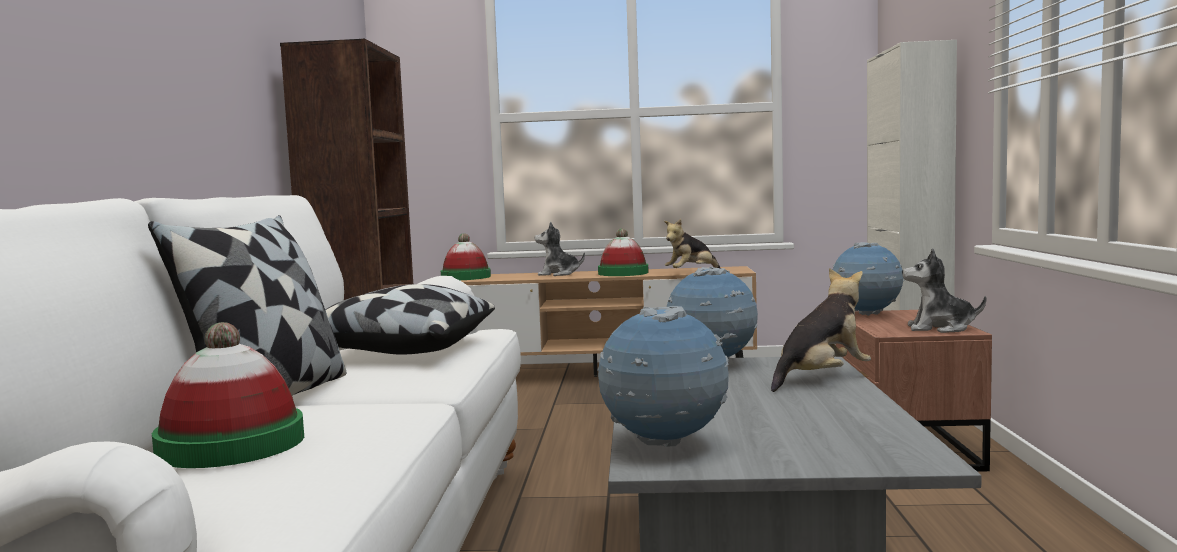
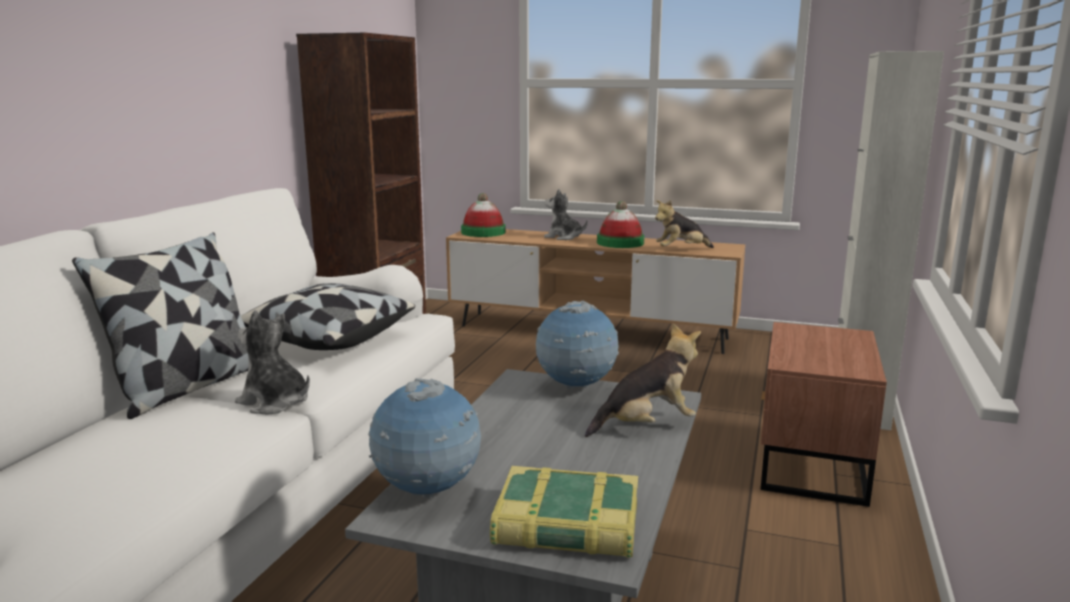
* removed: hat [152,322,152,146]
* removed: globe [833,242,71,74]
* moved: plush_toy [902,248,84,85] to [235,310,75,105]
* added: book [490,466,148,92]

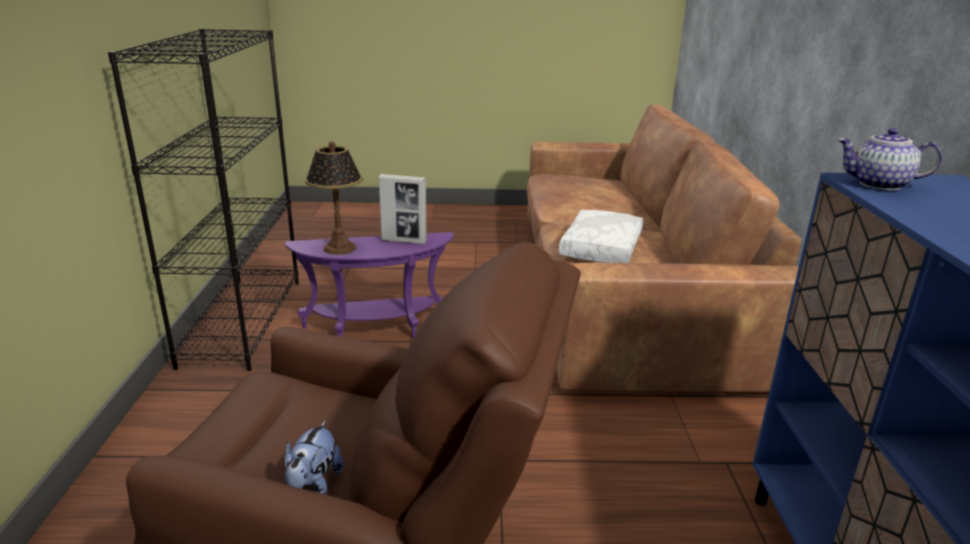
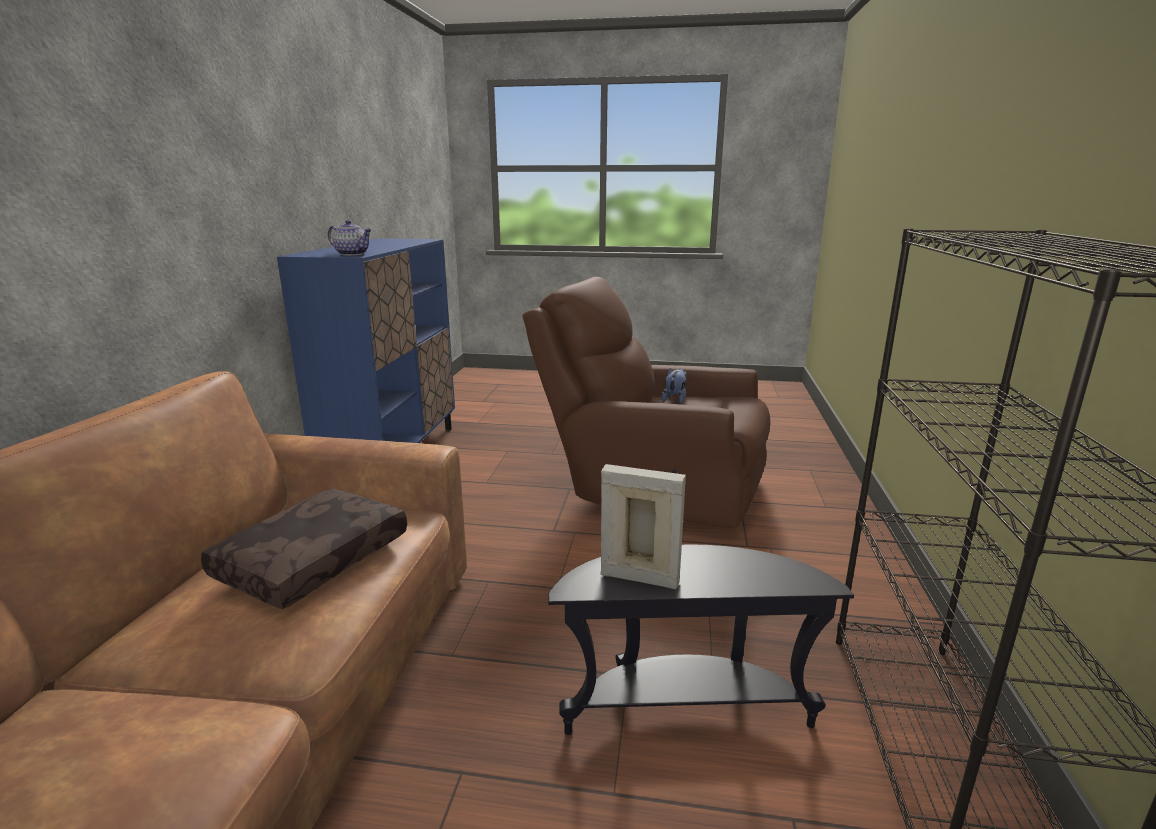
* recoloured: purple_side_table [285,232,169,106] to black_side_table [548,544,306,191]
* removed: table_lamp [305,141,58,114]
* recoloured: white_pillow [559,210,84,53] to brown_pillow [201,488,206,121]

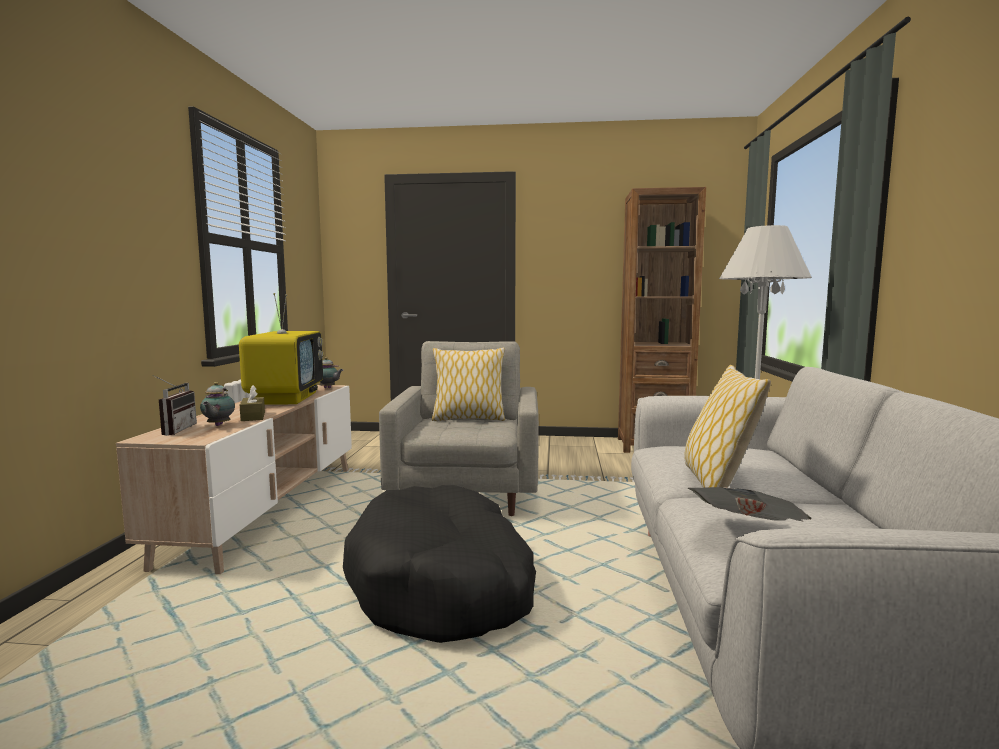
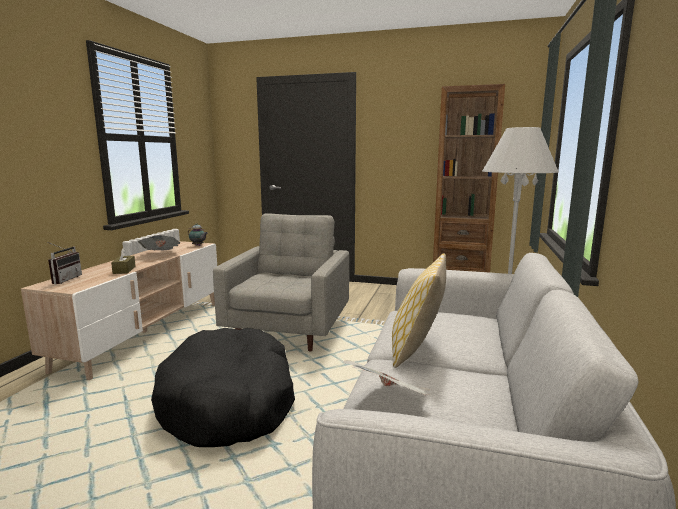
* removed: teapot [200,382,35,44]
* replaced: television [239,293,85,112] to newspaper [138,235,42,15]
* removed: pillow [432,348,73,73]

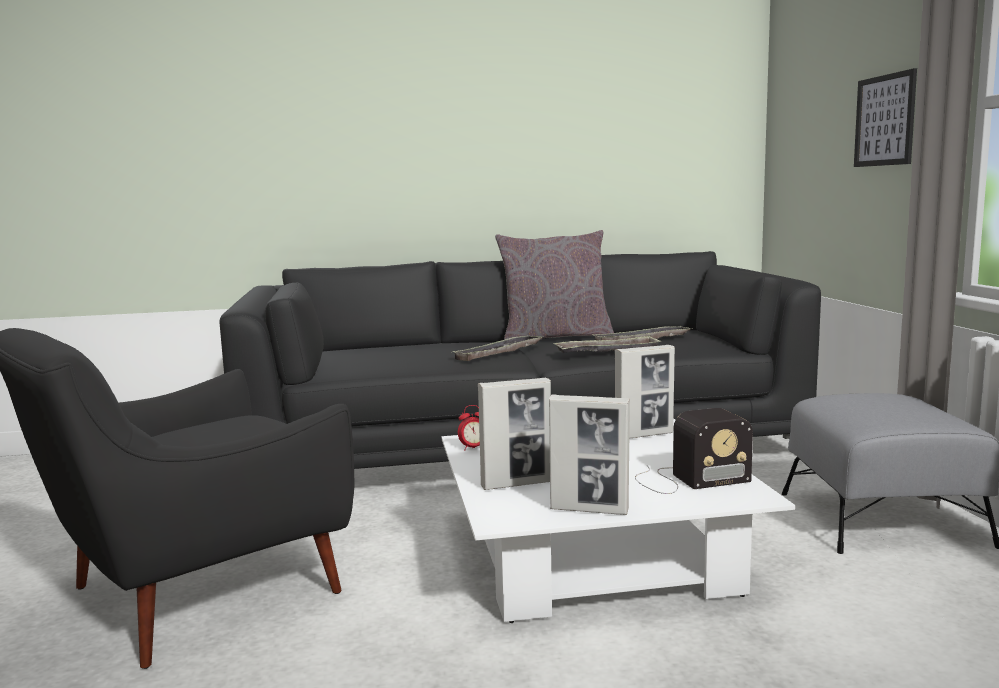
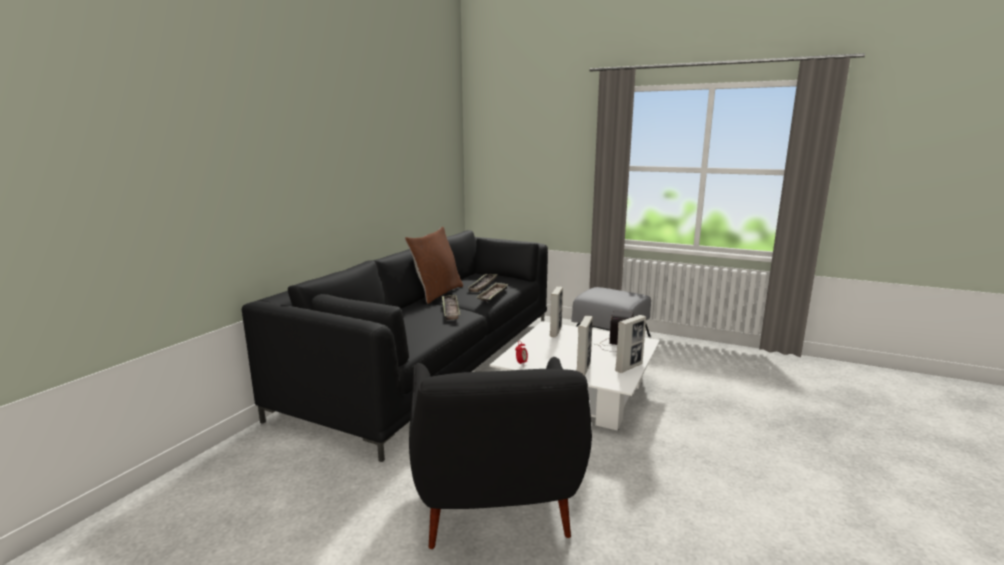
* recoloured: grey_pillow [495,230,119,110] to brown_pillow [405,227,58,77]
* removed: picture [854,68,63,99]

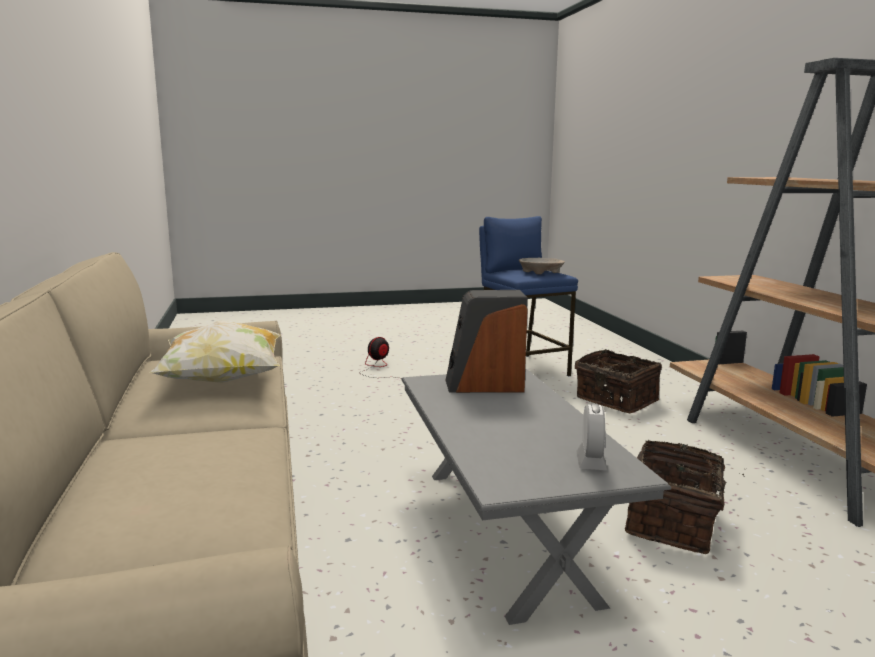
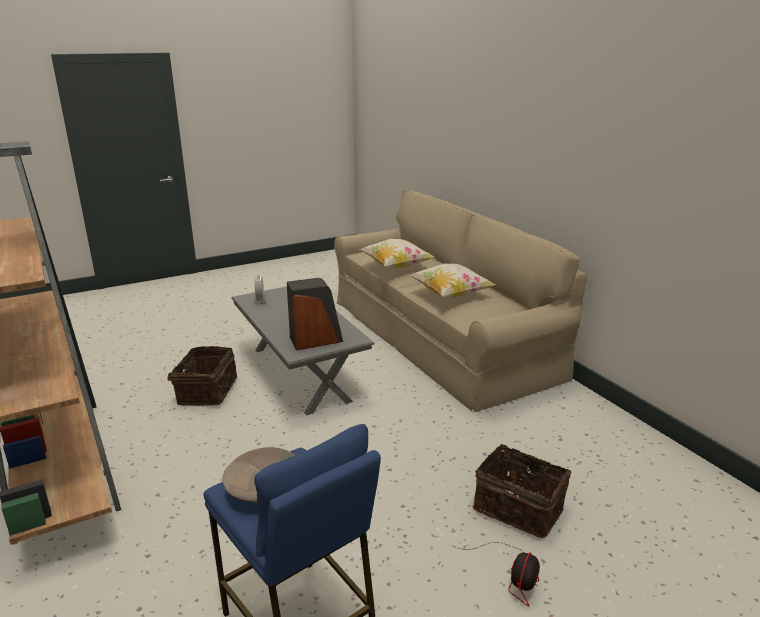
* moved: basket [575,349,87,64] to [473,441,98,97]
* added: pillow [360,239,74,29]

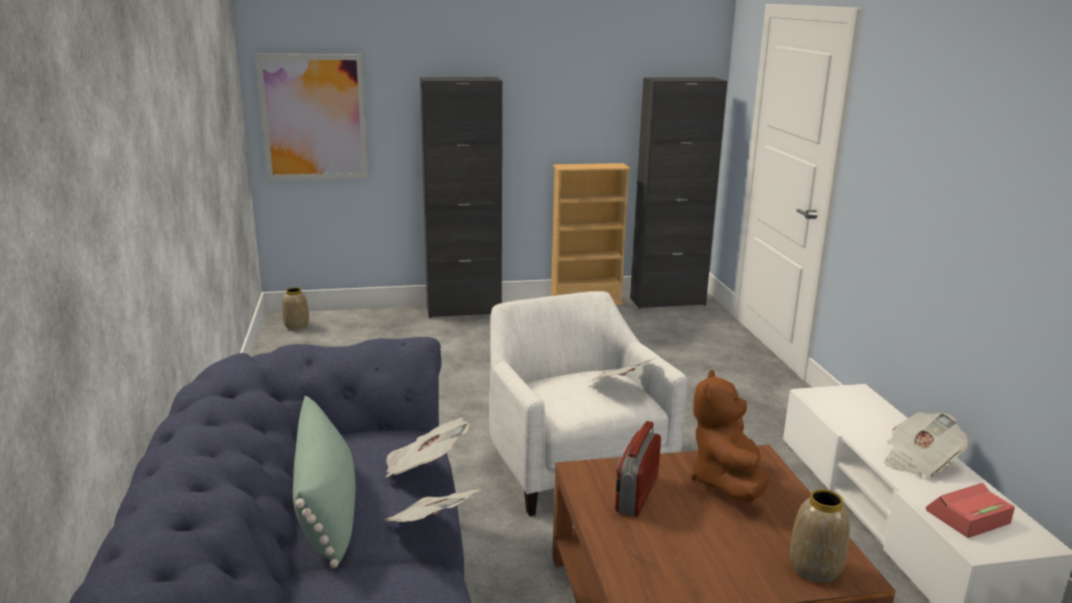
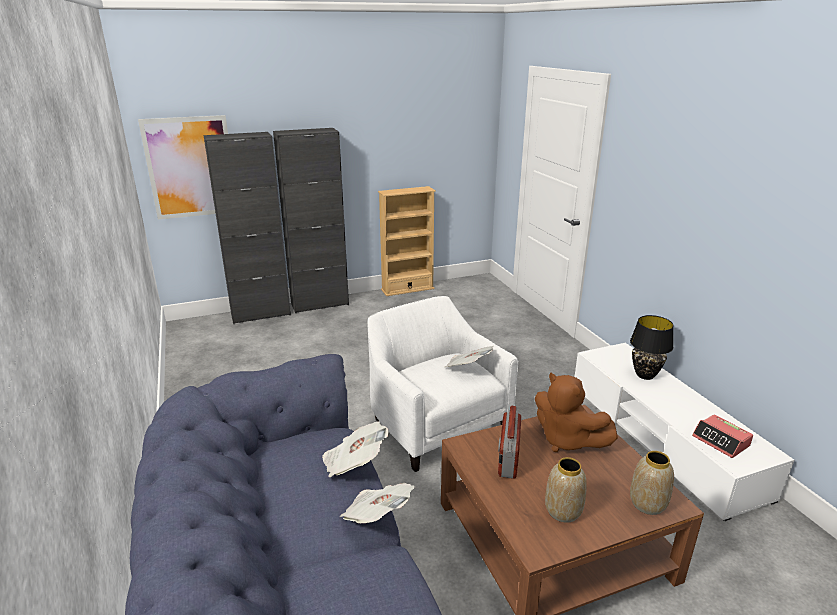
* moved: vase [282,288,27,42] to [545,457,42,66]
* removed: green_pillow [293,395,62,173]
* moved: black_cabinet [630,77,97,232] to [203,132,88,192]
* turned: brown_plush_toy [691,370,78,133] = [535,373,83,79] 45 degrees counterclockwise
* removed: newspaper [884,412,84,65]
* turned: alarm_clock [926,483,89,55] = [692,414,61,44] 90 degrees counterclockwise
* added: black_table_lamp [630,315,44,65]

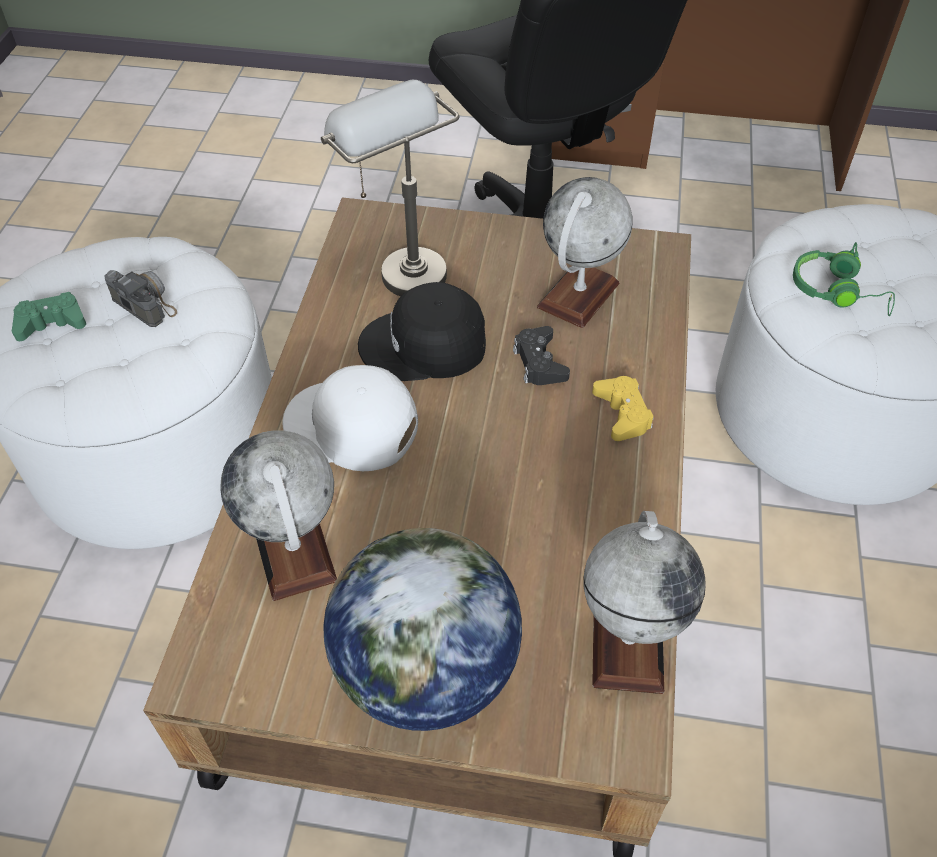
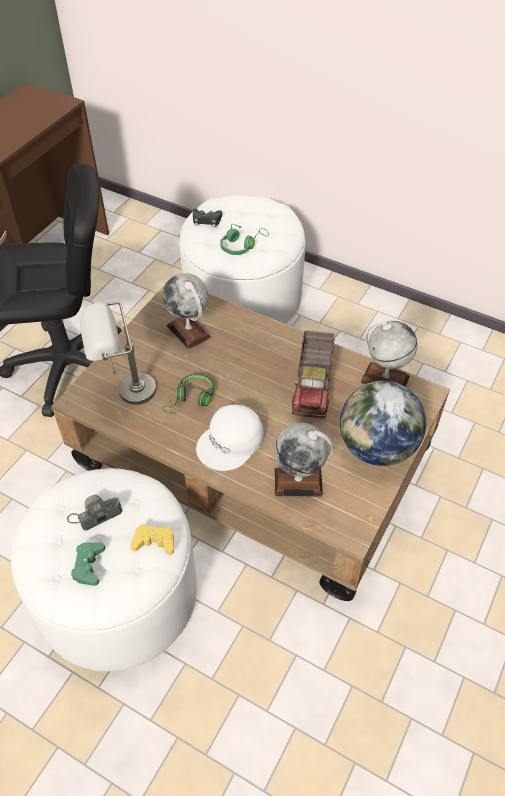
* replaced: black_cap [358,282,128,99] to green_headphones [162,374,52,40]
* moved: black_game_controller [513,326,57,59] to [193,209,29,18]
* moved: yellow_game_controller [592,376,62,65] to [130,524,44,31]
* added: toy_truck [292,330,43,88]

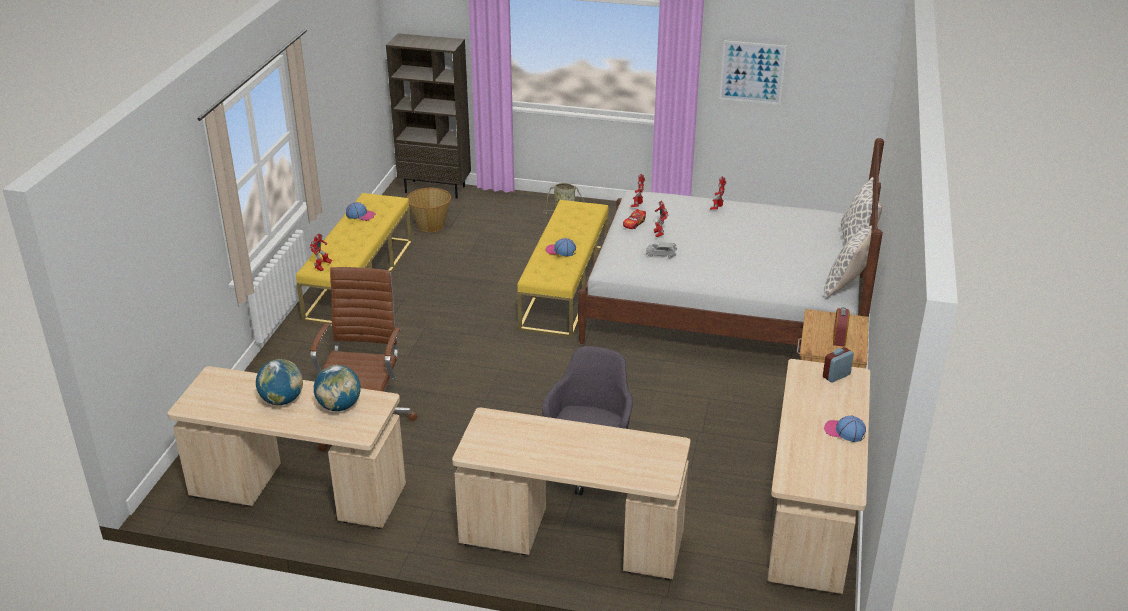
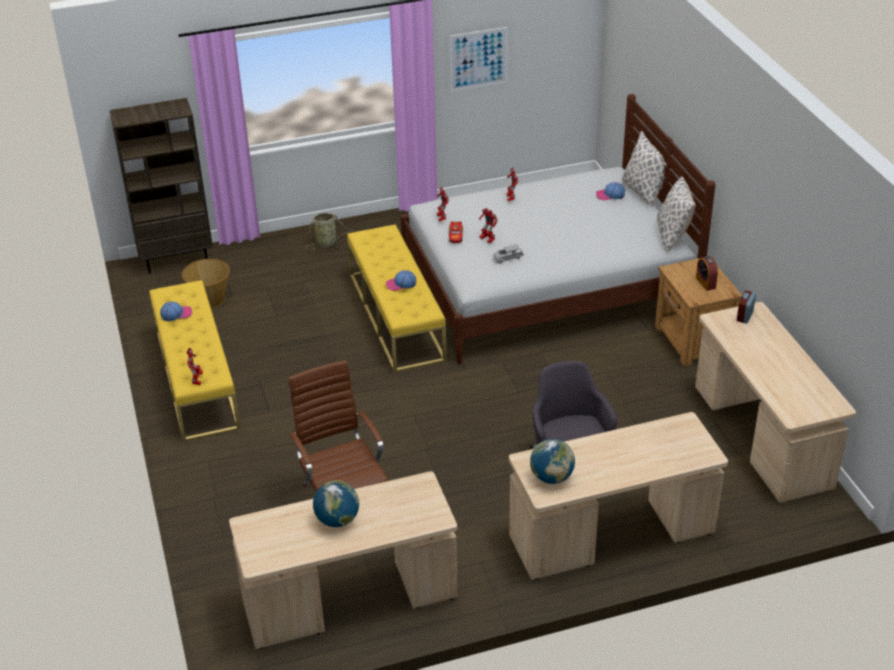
* moved: globe [314,365,47,46] to [530,439,45,45]
* moved: cap [824,416,42,26] to [596,182,29,18]

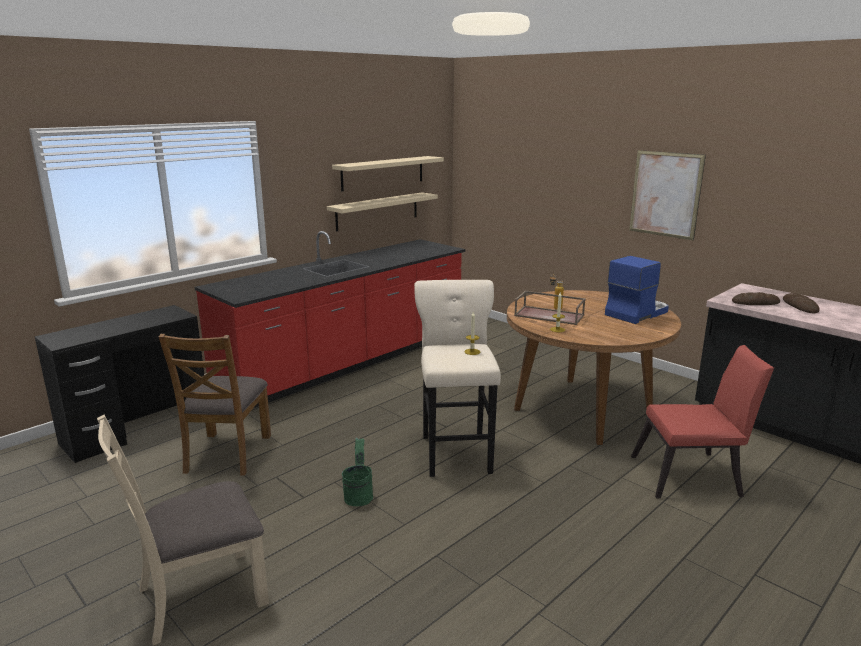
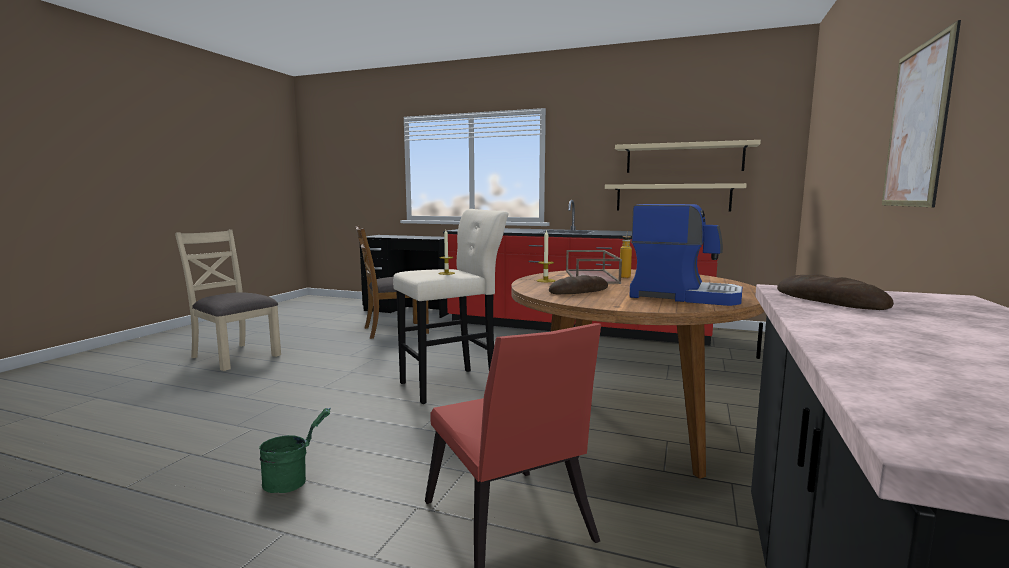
* moved: green_bucket [342,438,31,68] to [259,408,72,85]
* moved: bread [783,293,37,20] to [549,275,59,19]

